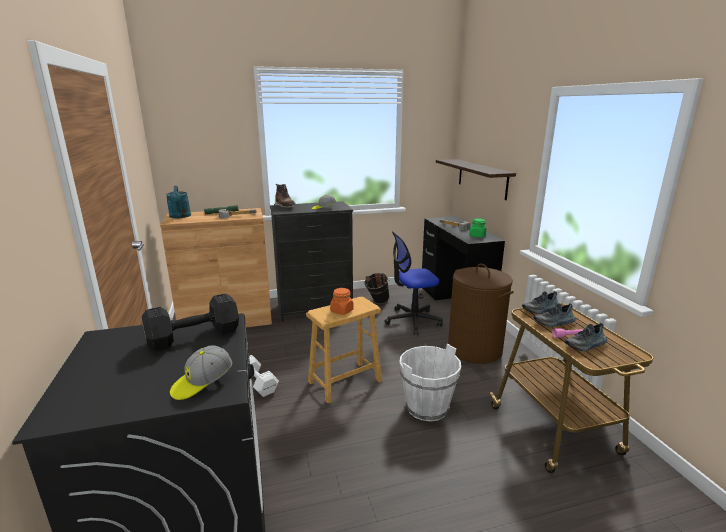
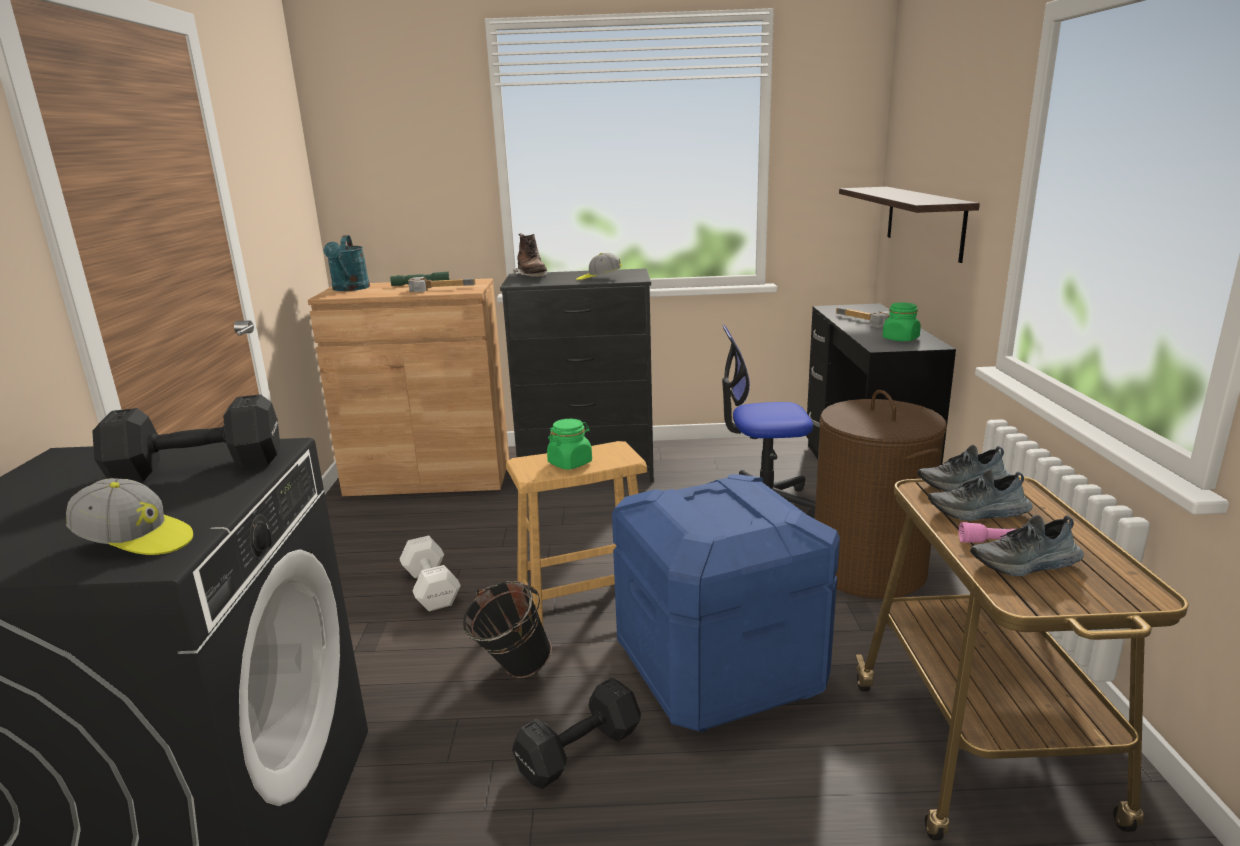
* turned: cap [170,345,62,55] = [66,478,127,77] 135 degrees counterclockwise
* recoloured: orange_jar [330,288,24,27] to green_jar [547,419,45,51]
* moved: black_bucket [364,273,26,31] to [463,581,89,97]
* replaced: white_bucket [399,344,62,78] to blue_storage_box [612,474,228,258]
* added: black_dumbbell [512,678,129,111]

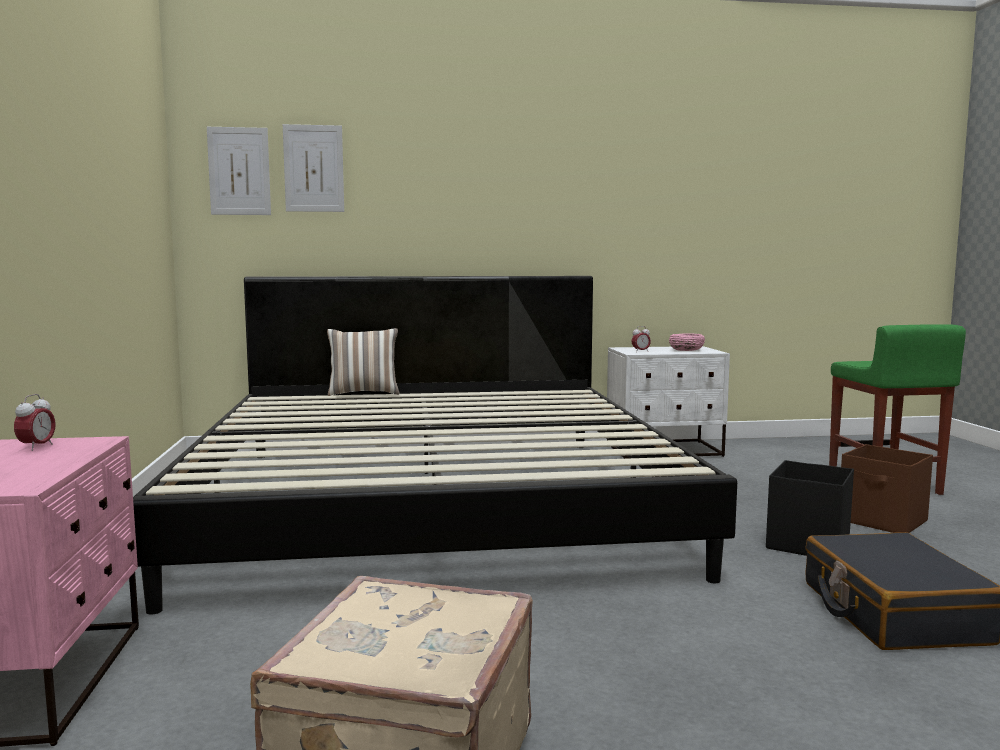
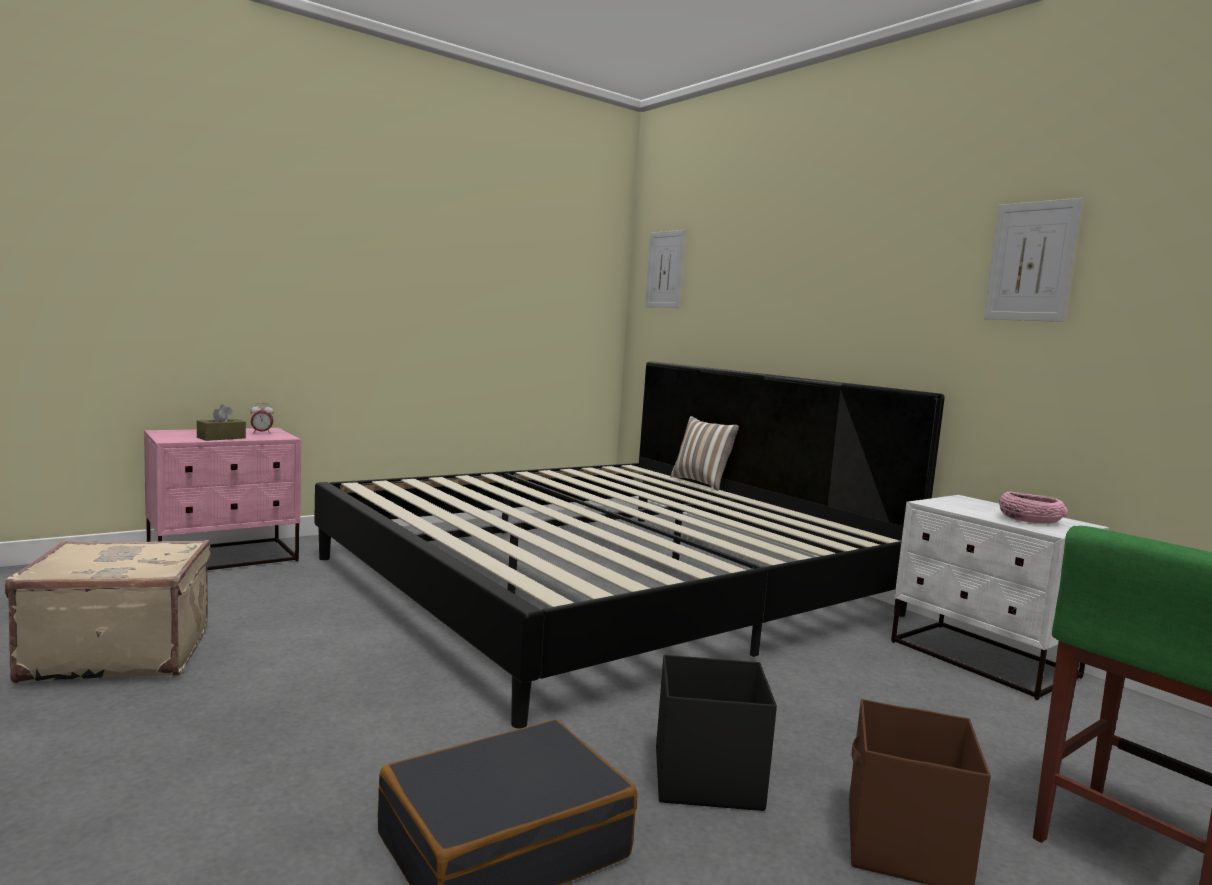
* moved: picture [283,124,61,88] to [984,198,99,124]
* removed: alarm_clock [632,326,19,26]
* added: brown_tissue_box [197,405,49,36]

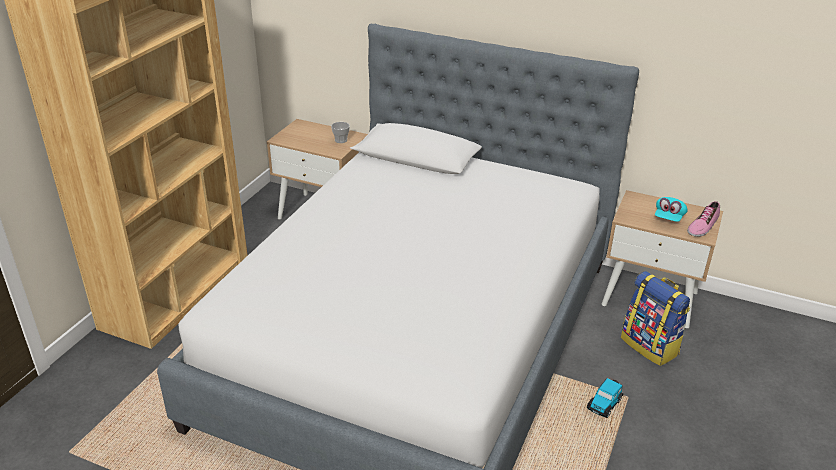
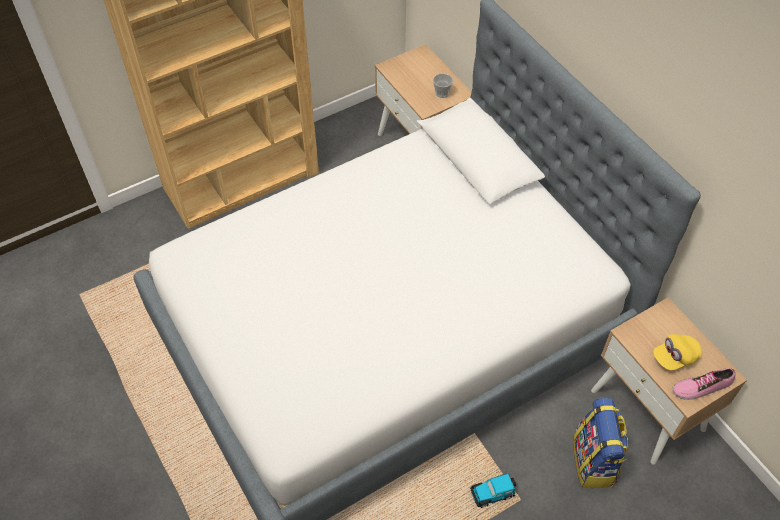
* recoloured: turquoise_cap [655,197,33,25] to yellow_cap [653,334,49,37]

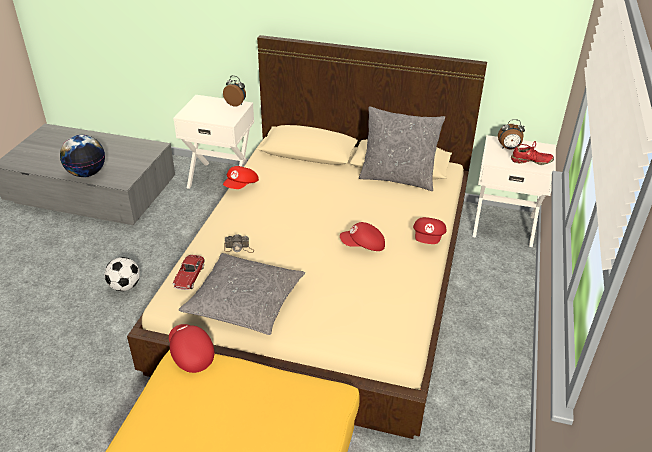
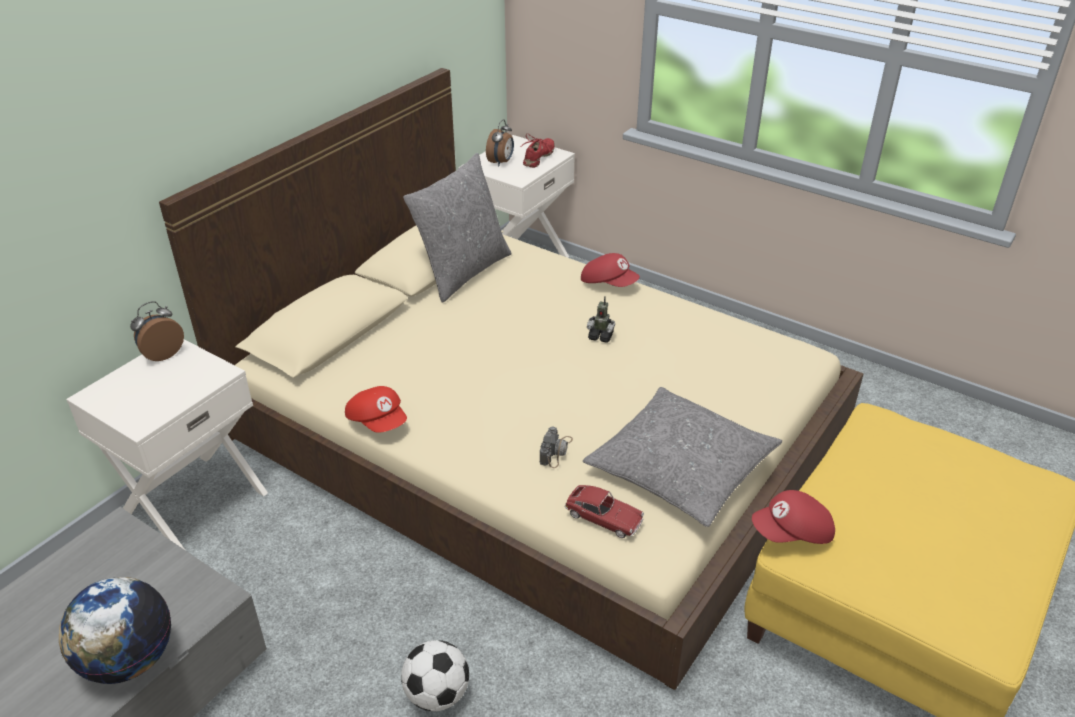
* replaced: red_cap [340,222,45,29] to toy_robot [587,296,28,47]

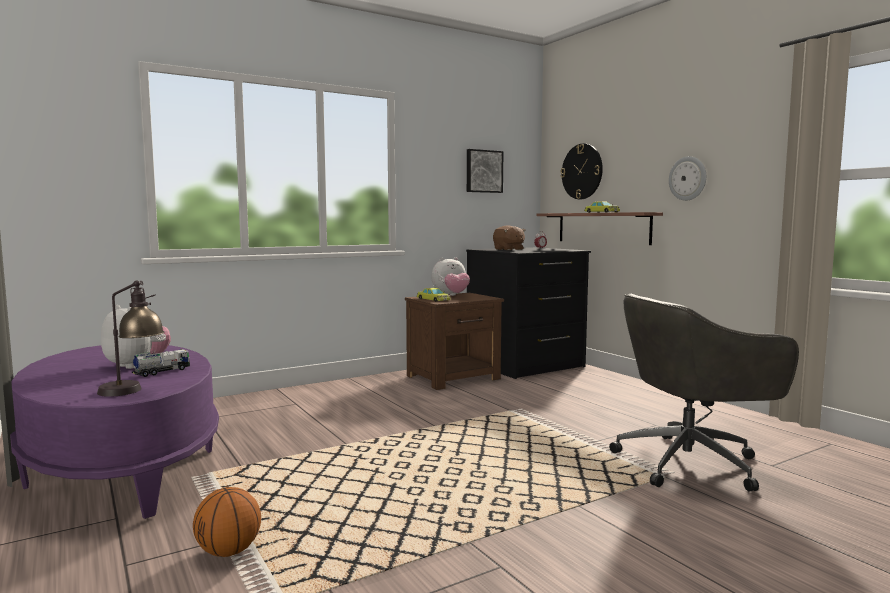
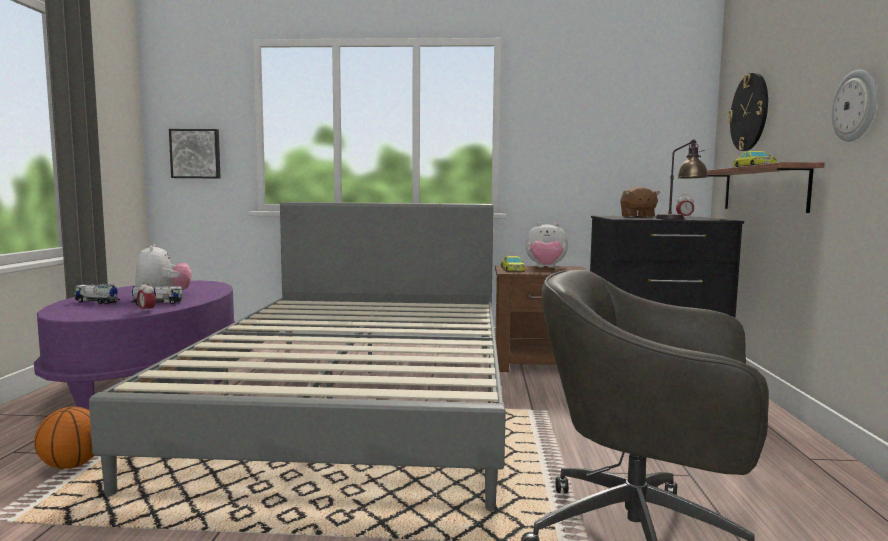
* moved: table_lamp [97,280,67,117] to [655,139,53,80]
* moved: picture [467,149,37,44] to [169,129,52,50]
* added: toy_truck [74,284,46,20]
* added: grey_bed [89,202,417,309]
* added: alarm_clock [137,282,19,31]

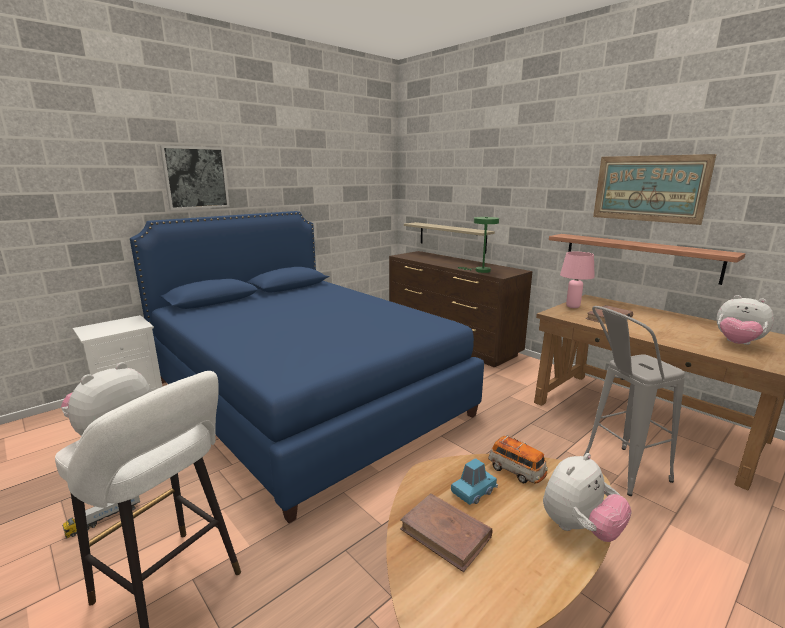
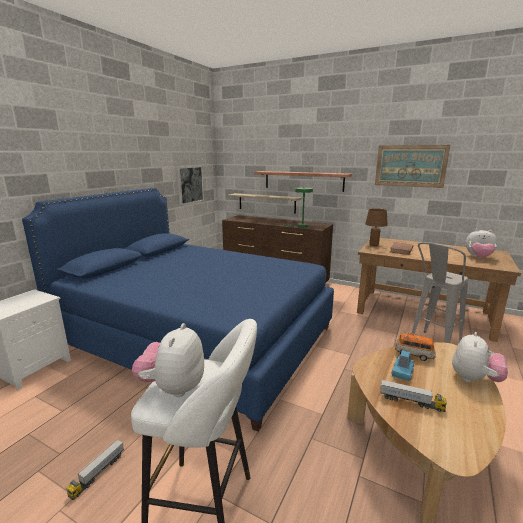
* moved: picture [160,145,70,65] to [177,166,27,39]
* replaced: brown_book [400,493,93,79] to toy_truck [380,379,67,33]
* moved: shelf [549,234,197,51] to [254,171,98,21]
* recoloured: pink_table_lamp [560,252,35,56] to brown_table_lamp [365,209,23,37]

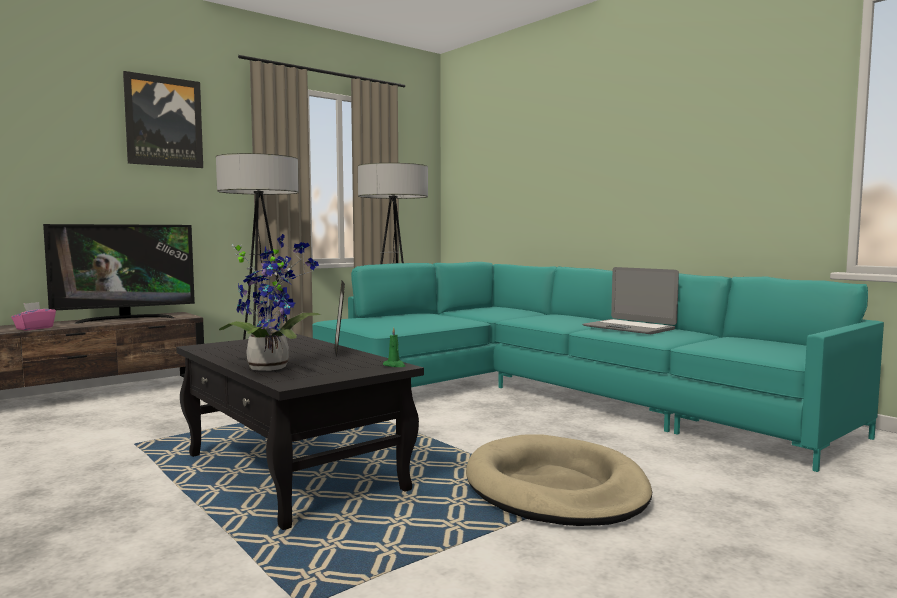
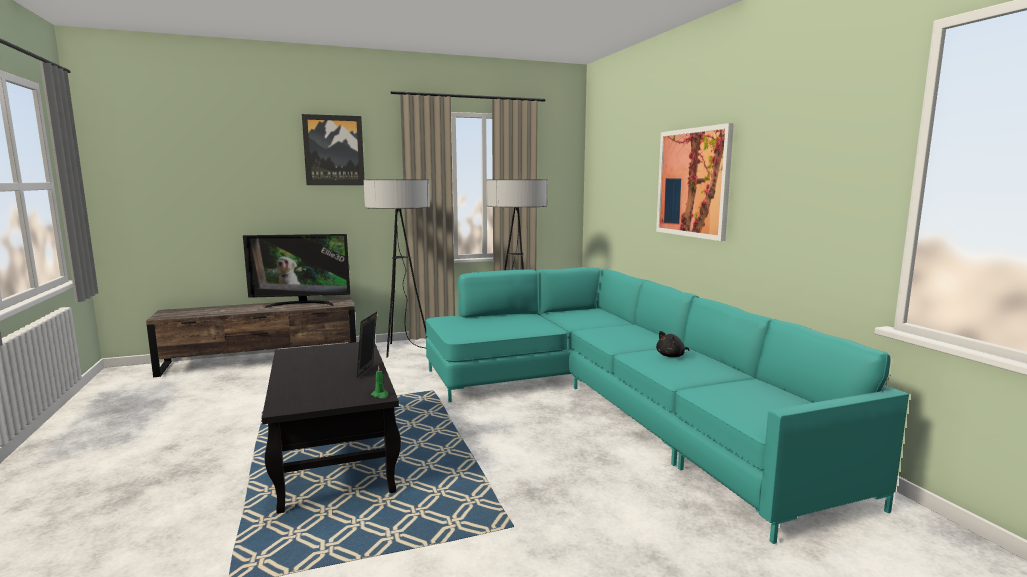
* removed: pink_tissue_box [11,302,45,28]
* removed: potted_plant [219,234,102,137]
* removed: beige_dog_bed [466,435,186,91]
* replaced: laptop [583,267,96,67] to black_plush_toy [656,331,33,26]
* added: picture [656,123,78,118]

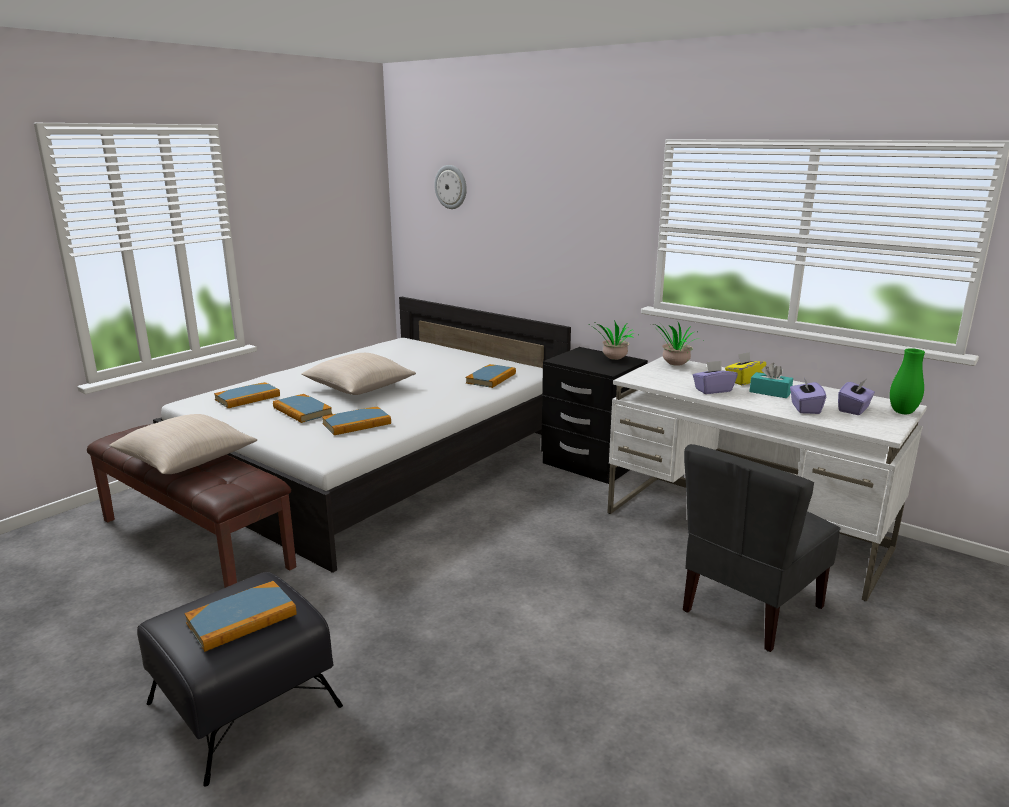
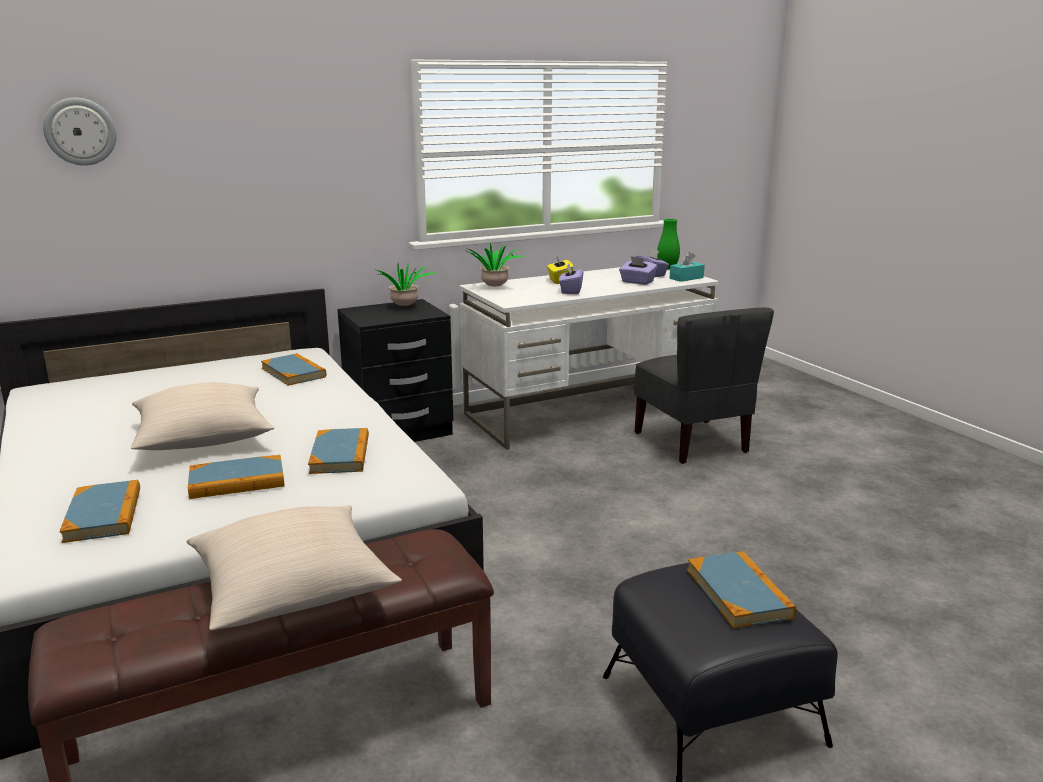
* moved: turquoise_tissue_box [749,363,44,35] to [670,252,35,30]

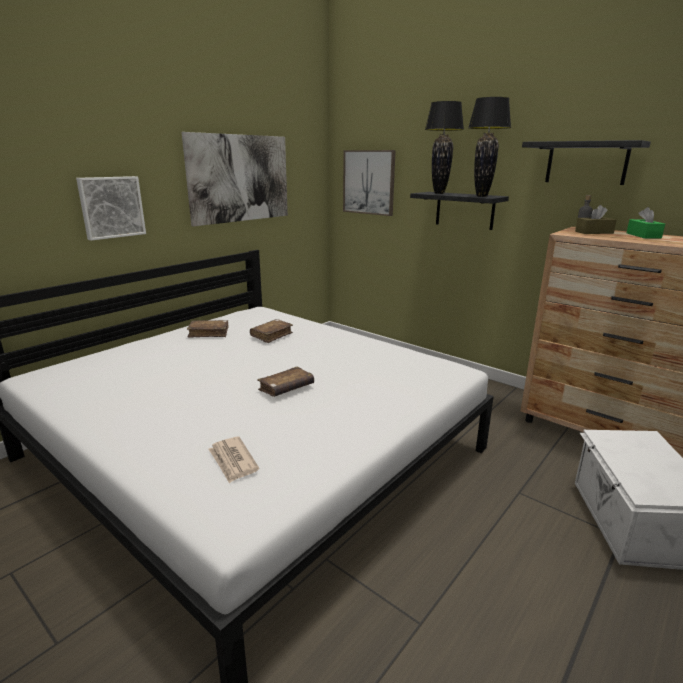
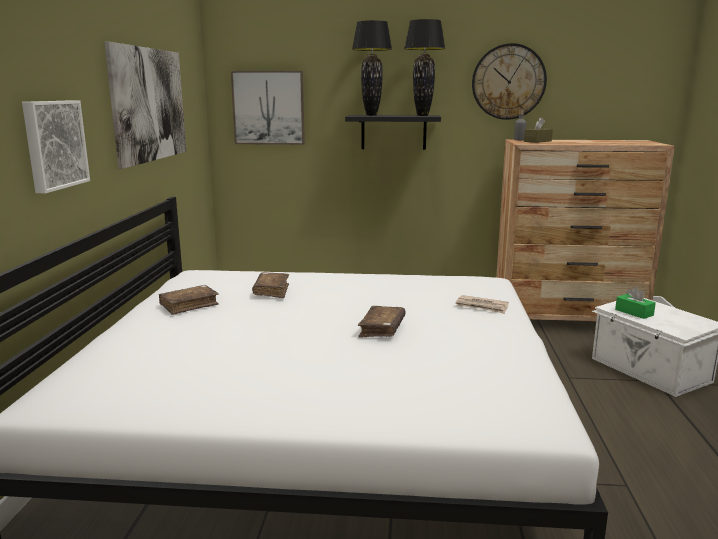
* moved: newspaper [209,436,50,48] to [455,295,54,19]
* replaced: black_shelf [522,140,129,45] to wall_clock [472,43,75,77]
* moved: green_tissue_box [626,207,39,32] to [615,287,41,32]

